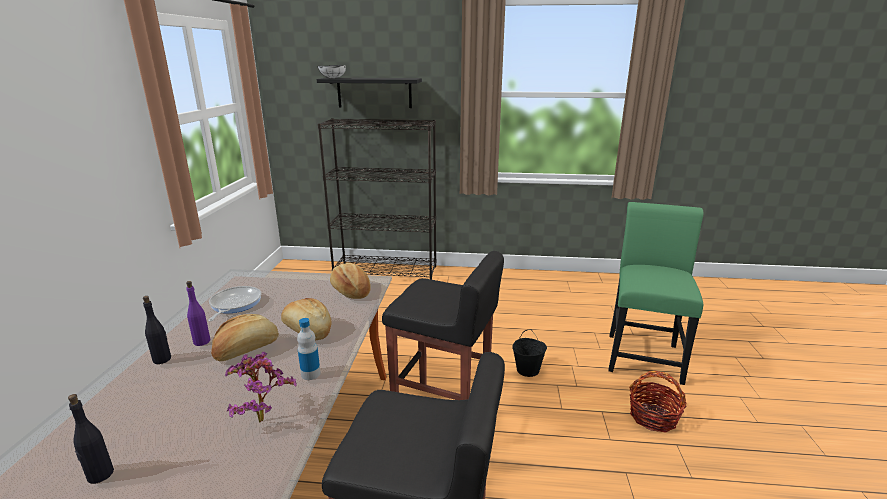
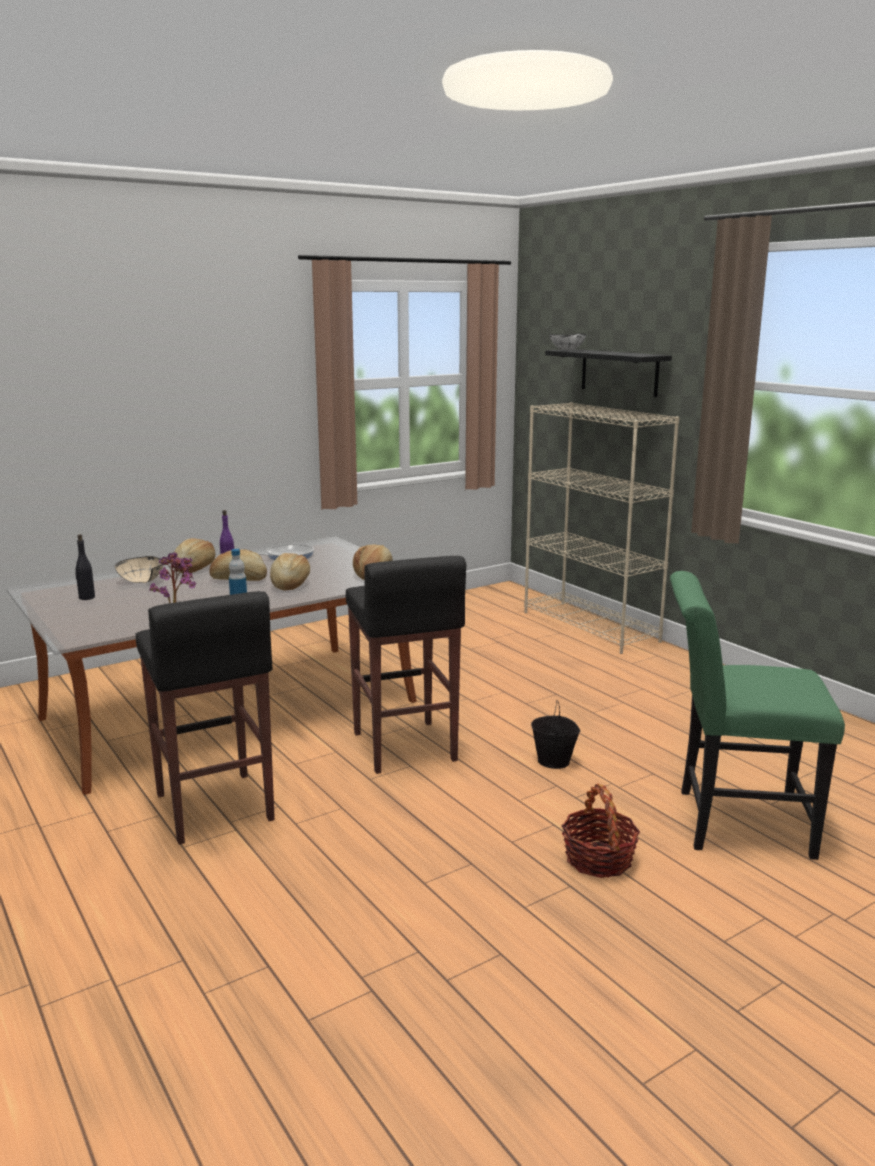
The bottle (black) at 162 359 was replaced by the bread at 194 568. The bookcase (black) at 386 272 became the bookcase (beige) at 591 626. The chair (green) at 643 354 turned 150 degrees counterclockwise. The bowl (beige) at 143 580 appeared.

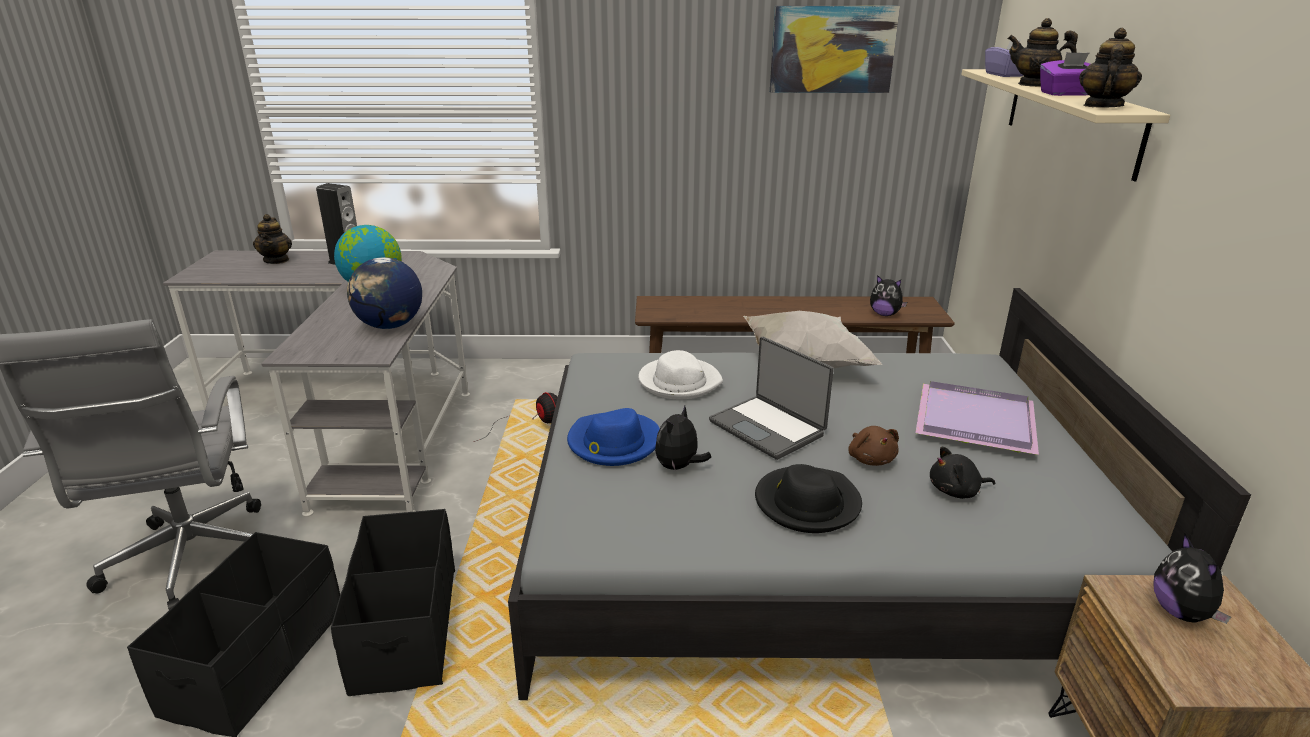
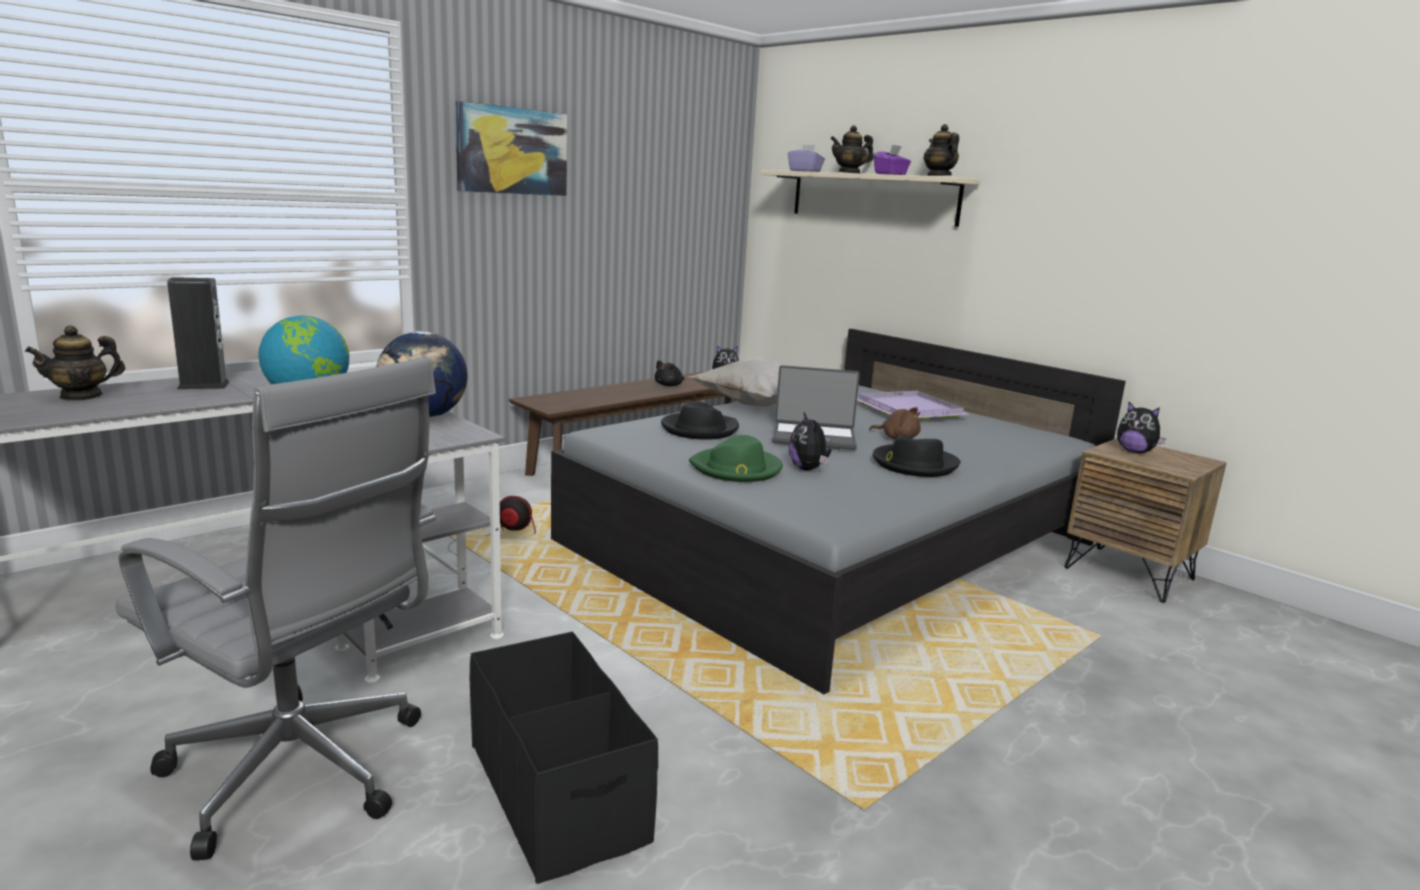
The teapot at 276 260 turned 105 degrees clockwise. The storage box (black) at 405 629 disappeared. The hat (blue) at 613 443 became the hat (green) at 737 469. The hat (white) at 679 382 became the hat (black) at 699 429. The picture moved from 832 49 to 512 151. The plush toy (black) moved from 956 491 to 669 385.

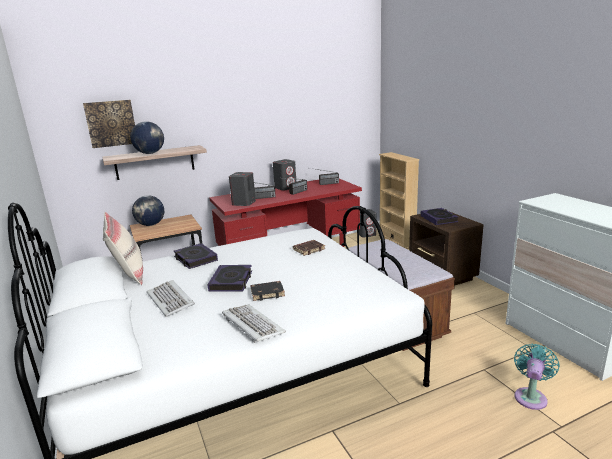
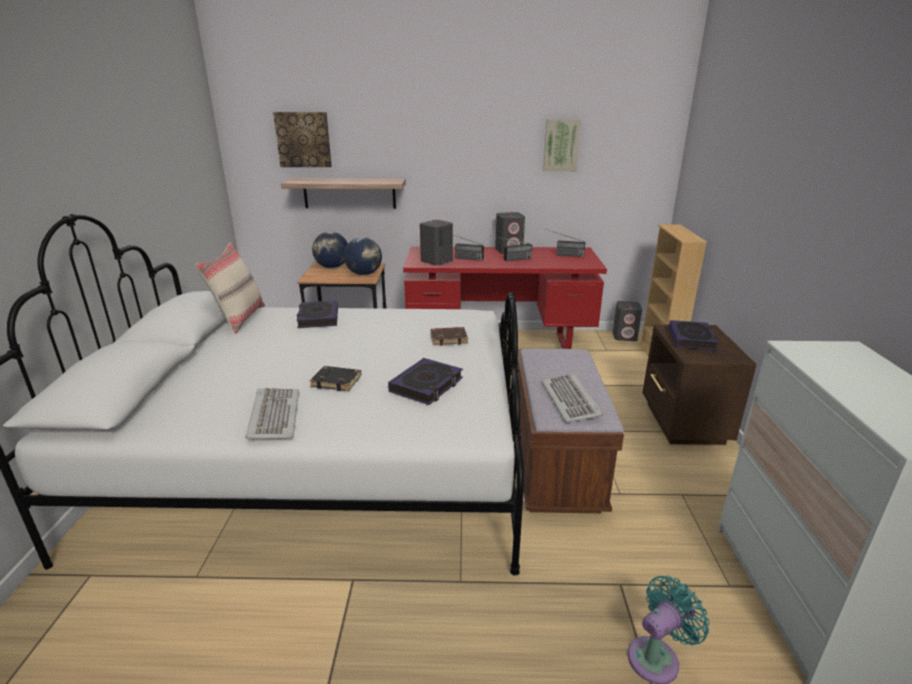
The globe moved from 150 153 to 364 274. The keyboard moved from 171 300 to 571 400. The book moved from 231 281 to 426 385. The picture at 561 145 appeared.

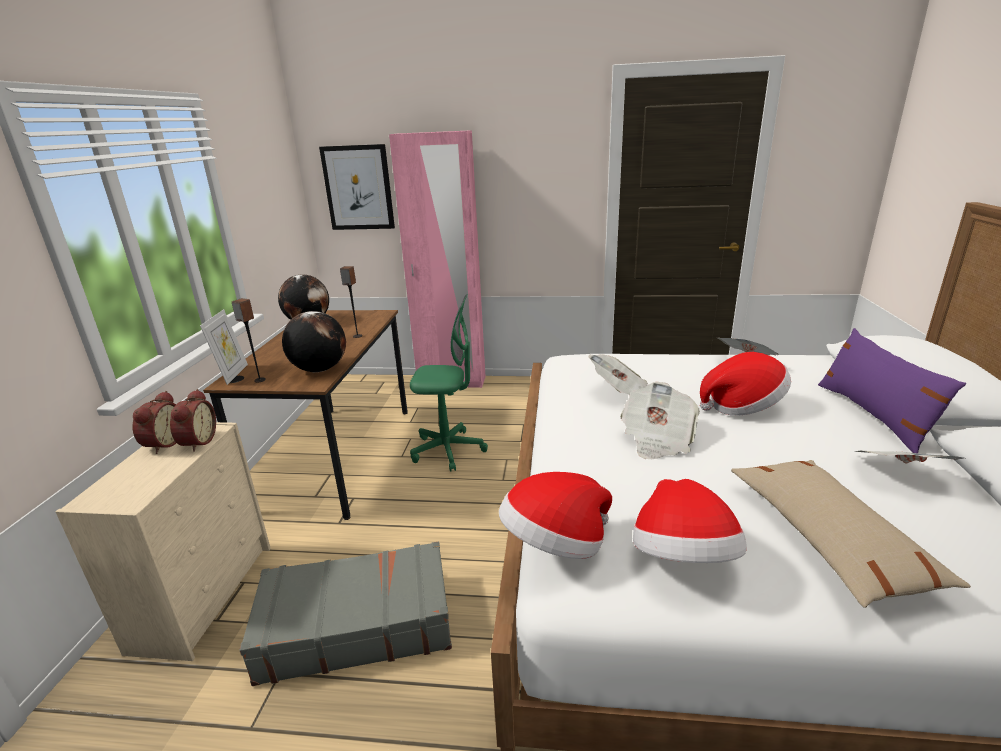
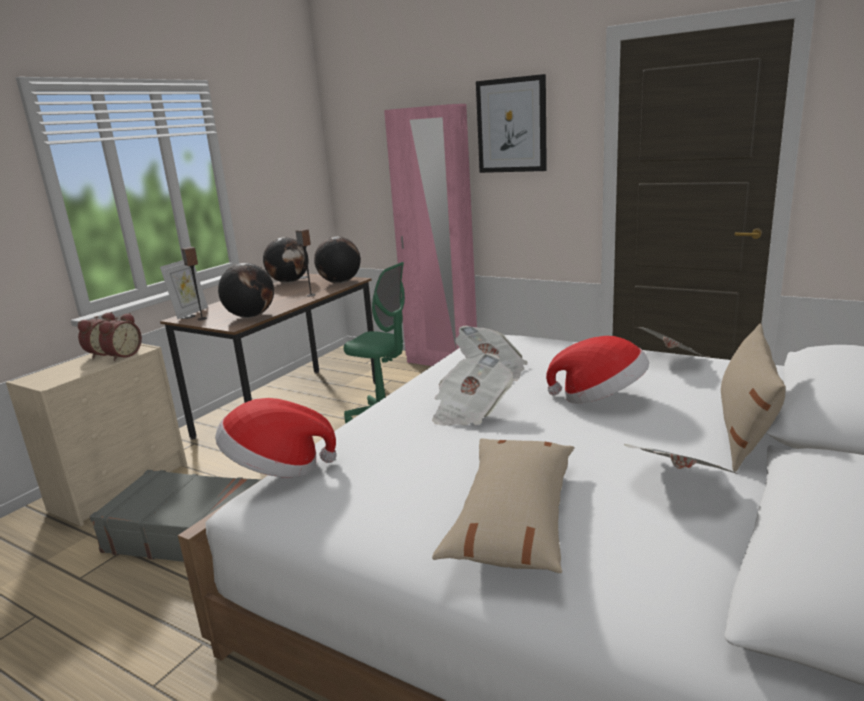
The picture moved from 358 188 to 512 125. The hat at 683 559 disappeared. The pillow (purple) at 873 415 became the pillow (beige) at 744 428. The globe at 339 282 appeared.

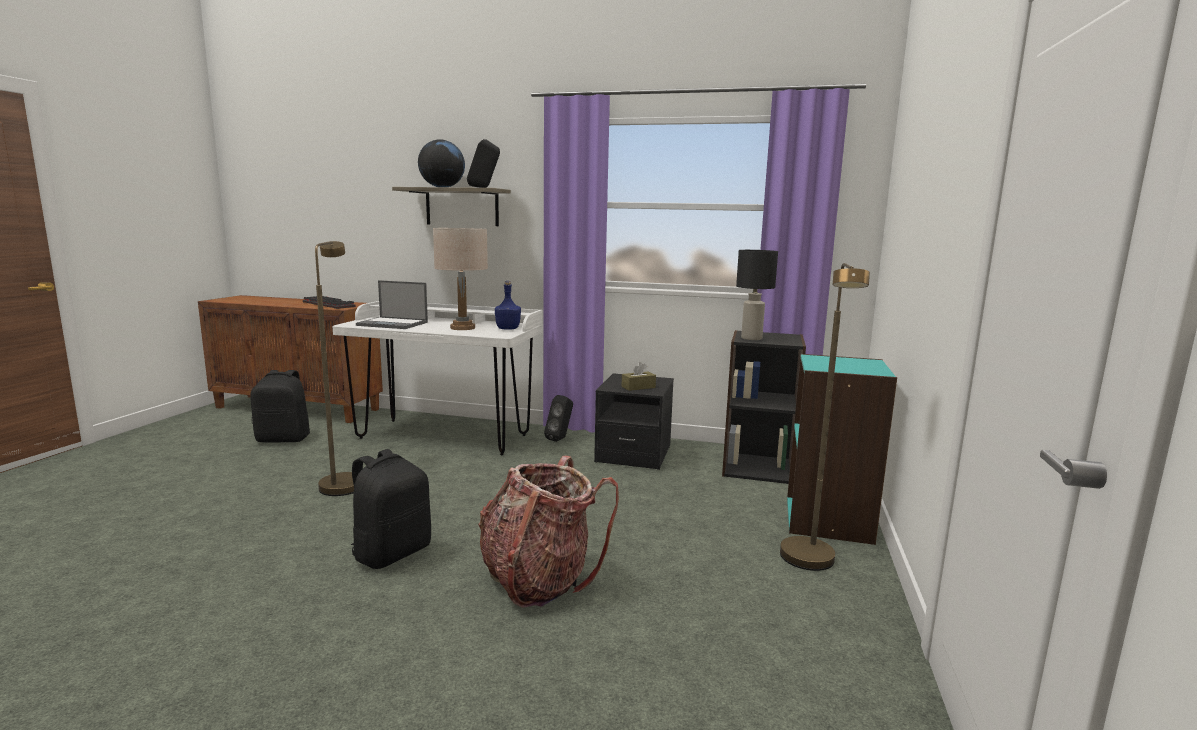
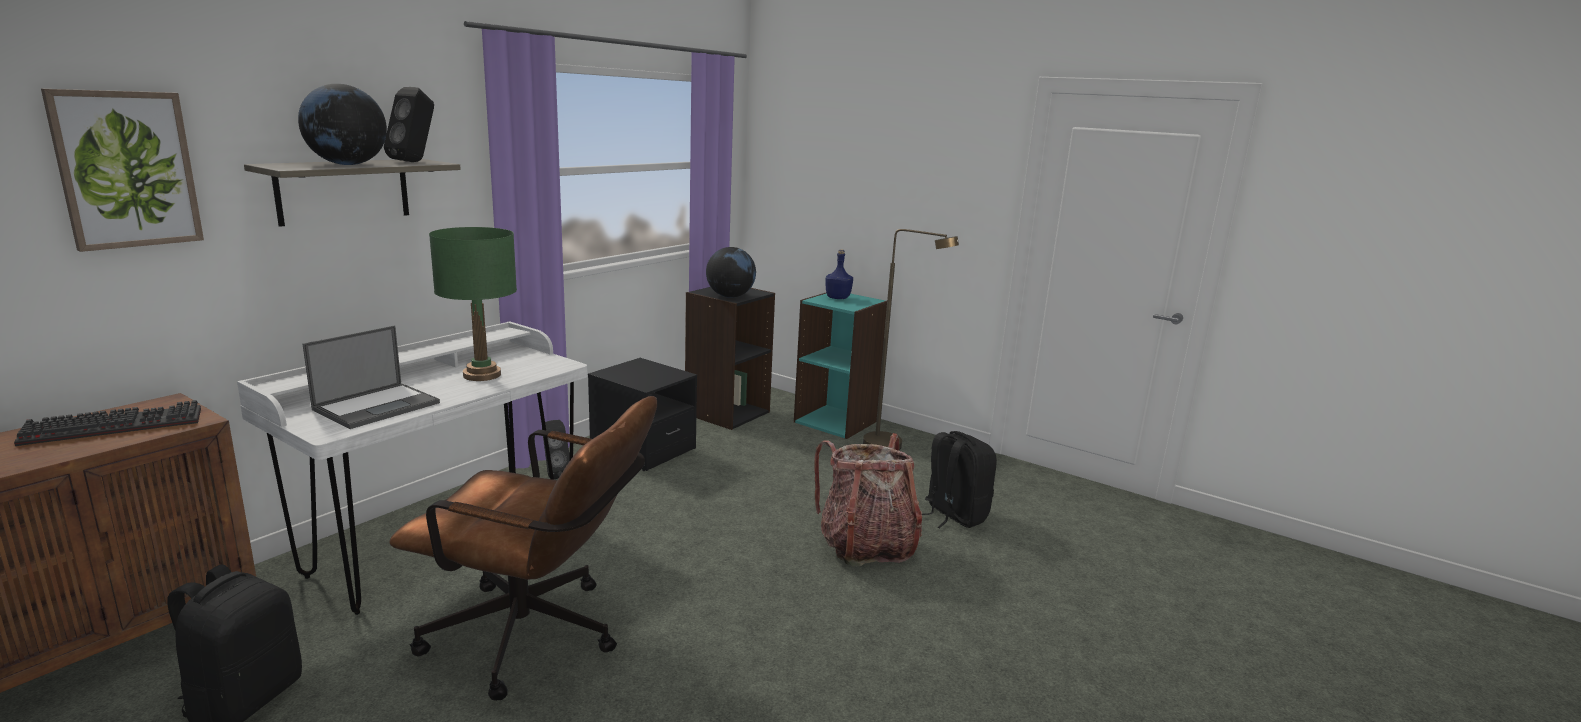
The floor lamp (brown) at 343 482 was replaced by the office chair (brown) at 538 638. The backpack (black) moved from 392 553 to 953 515. The table lamp (beige) at 462 328 became the table lamp (green) at 482 375. The bottle (blue) moved from 508 329 to 838 298. The tissue box (brown) at 638 387 disappeared. The table lamp (black) at 751 338 was replaced by the globe at 730 296. The picture at 126 169 appeared.

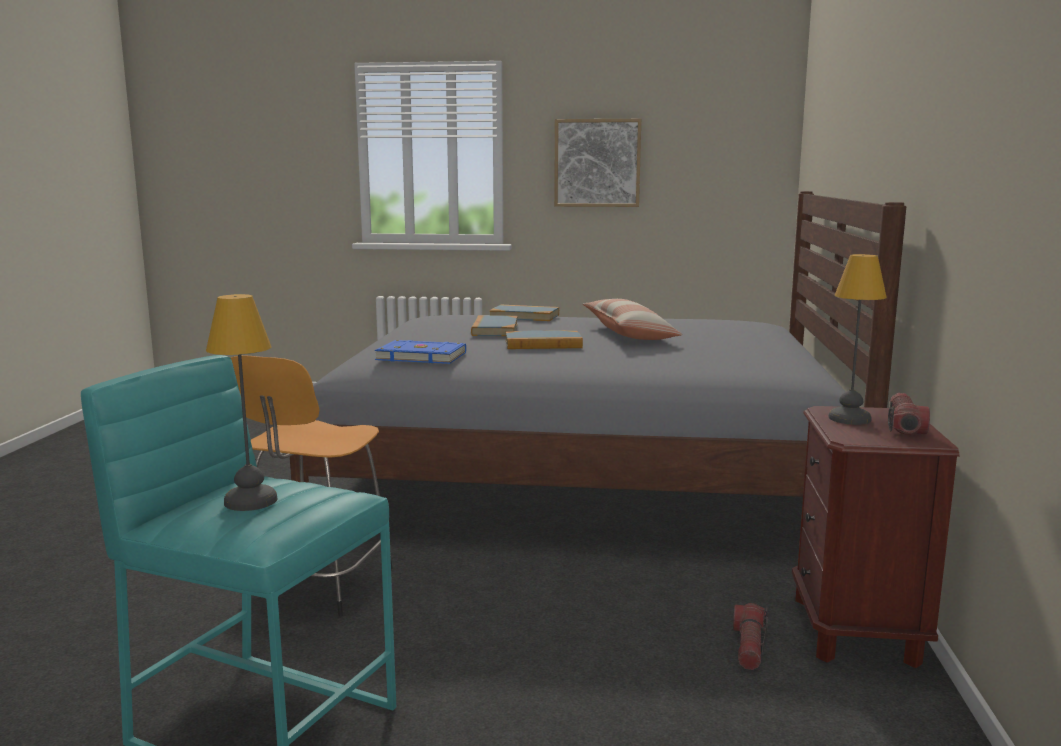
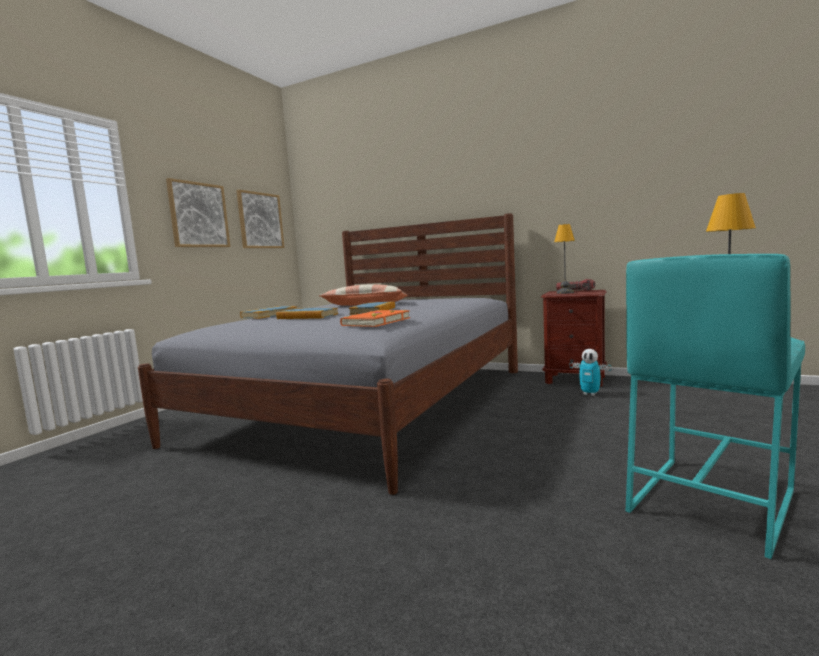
The stool (orange) at 317 586 disappeared. The book (blue) at 421 356 became the book (orange) at 375 322. The flashlight at 749 646 was replaced by the toy robot at 590 394. The picture at 260 220 appeared.

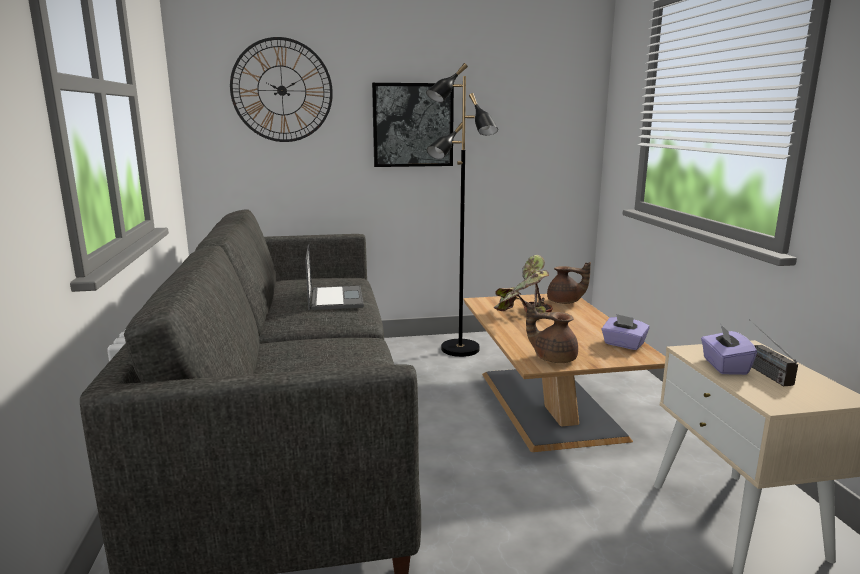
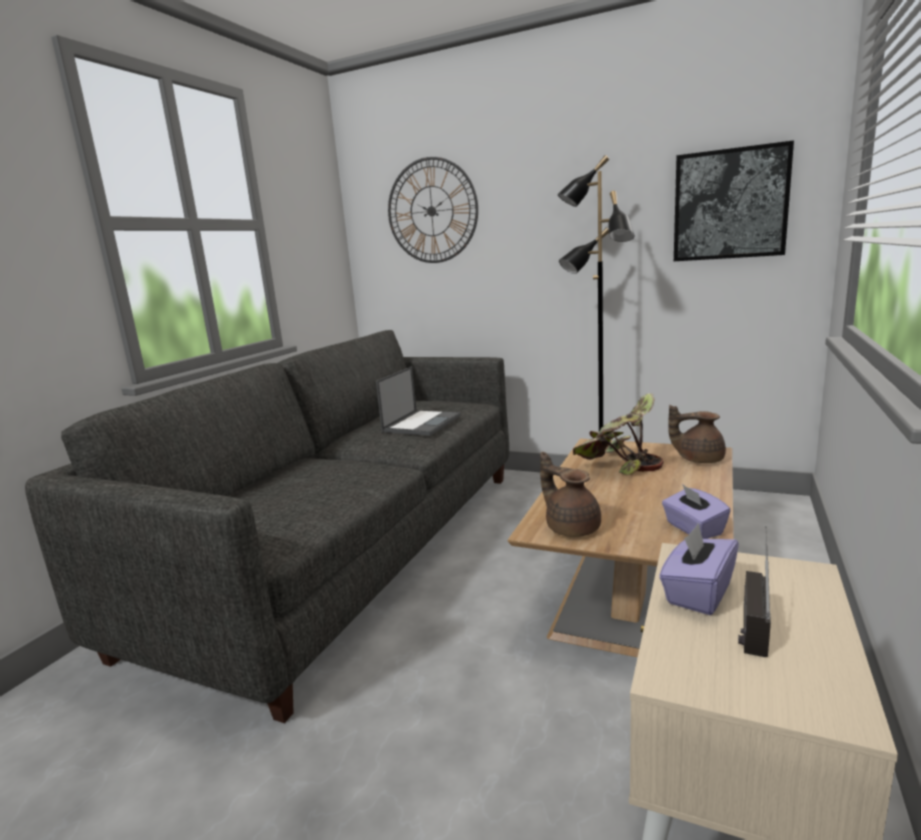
The picture moved from 413 125 to 730 204. The teapot (brown) at 565 302 turned 135 degrees clockwise.

